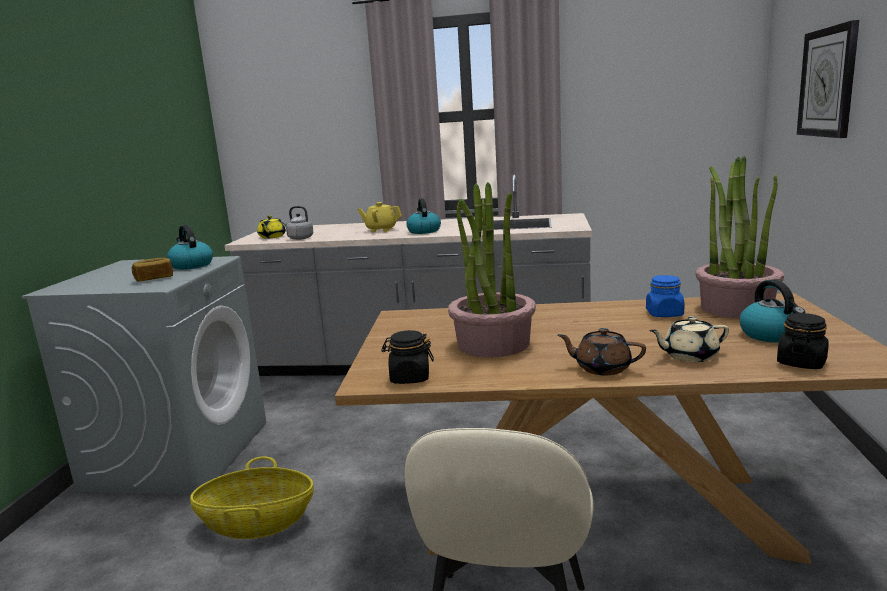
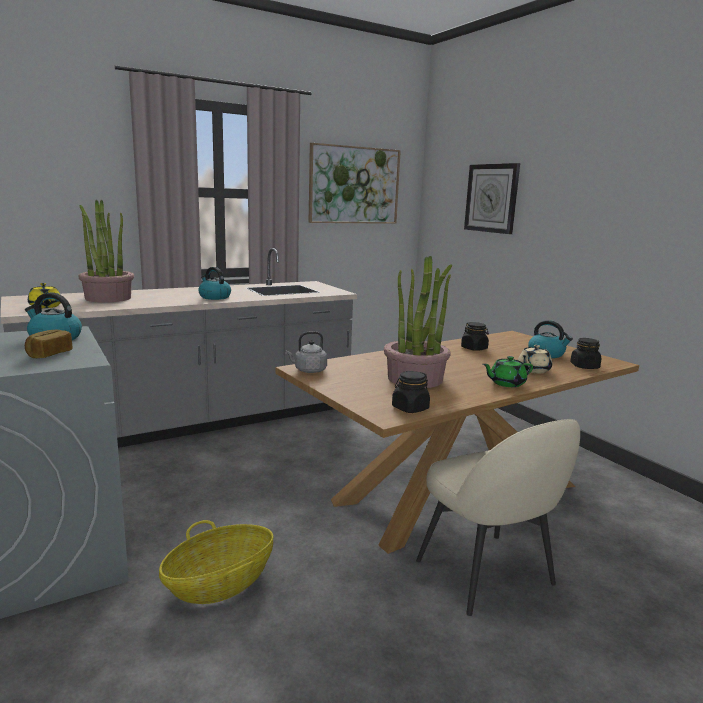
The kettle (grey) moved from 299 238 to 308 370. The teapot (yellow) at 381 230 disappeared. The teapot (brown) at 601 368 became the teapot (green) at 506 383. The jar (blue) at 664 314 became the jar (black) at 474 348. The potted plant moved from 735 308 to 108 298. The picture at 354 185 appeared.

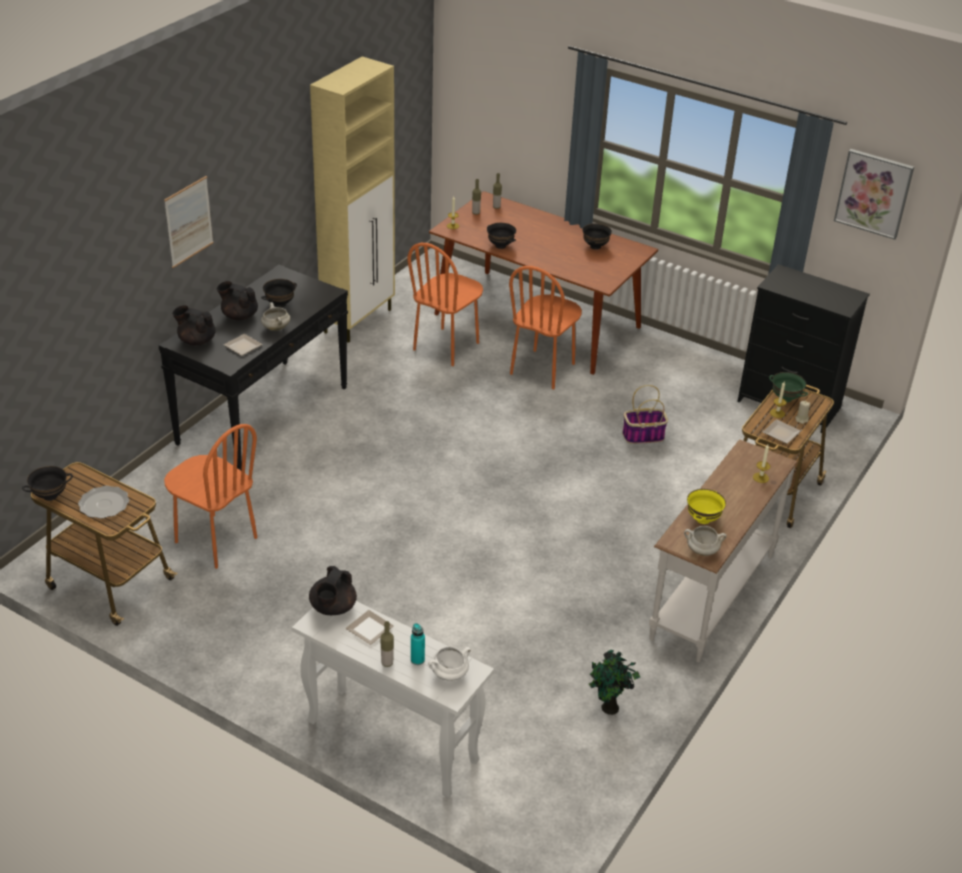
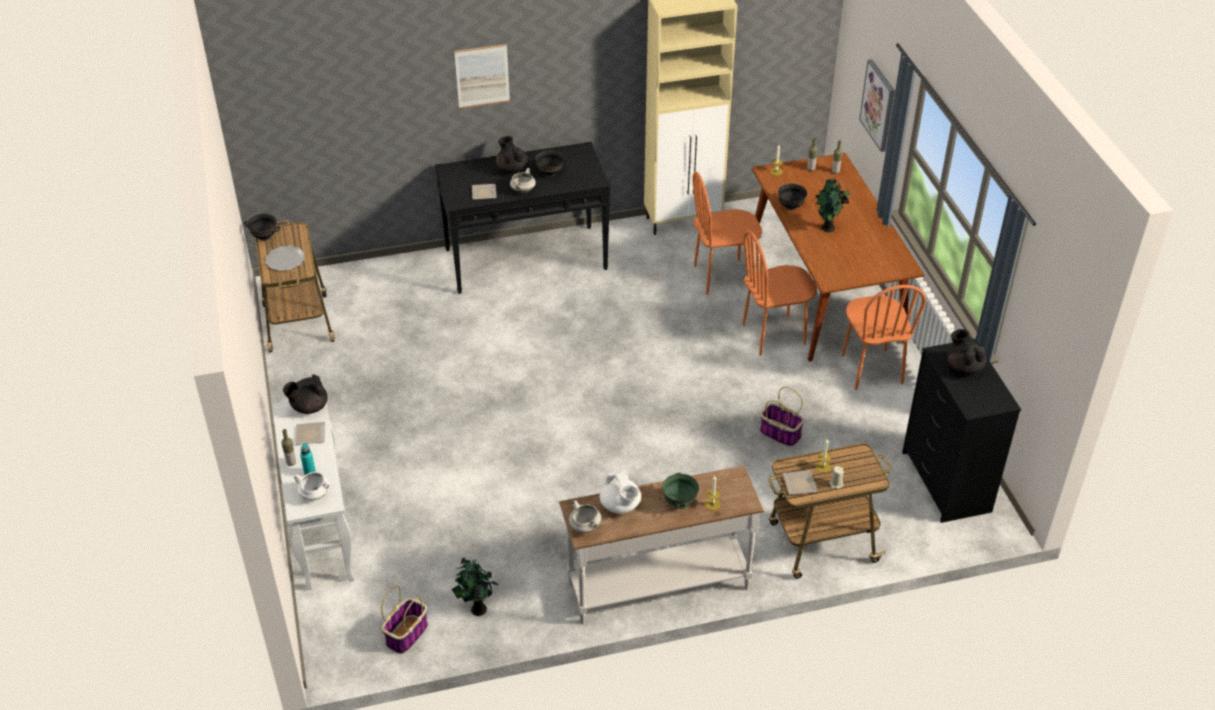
The chair (orange) moved from 215 540 to 871 369. The teapot (black) moved from 196 340 to 963 367. The bowl (black) at 595 247 disappeared. The bowl (yellow) at 703 519 was replaced by the teapot (white) at 620 506. The bowl (green) moved from 785 398 to 680 502. The picture moved from 873 193 to 878 105. The basket at 407 634 appeared. The potted plant at 828 229 appeared.

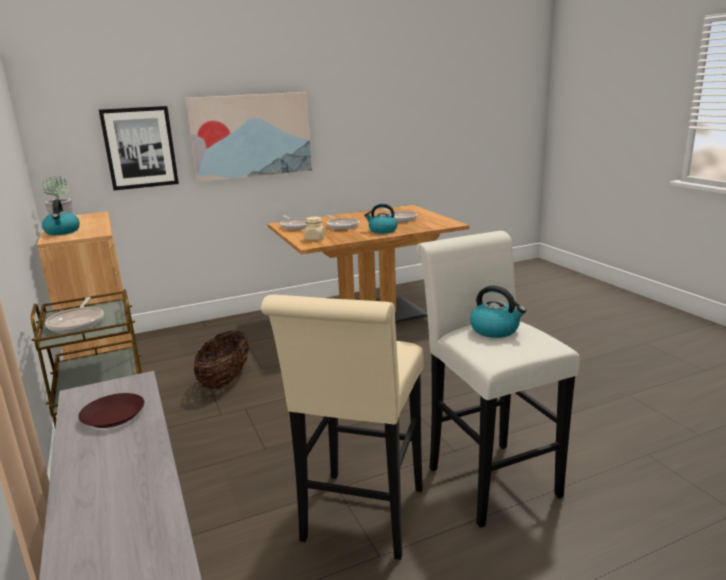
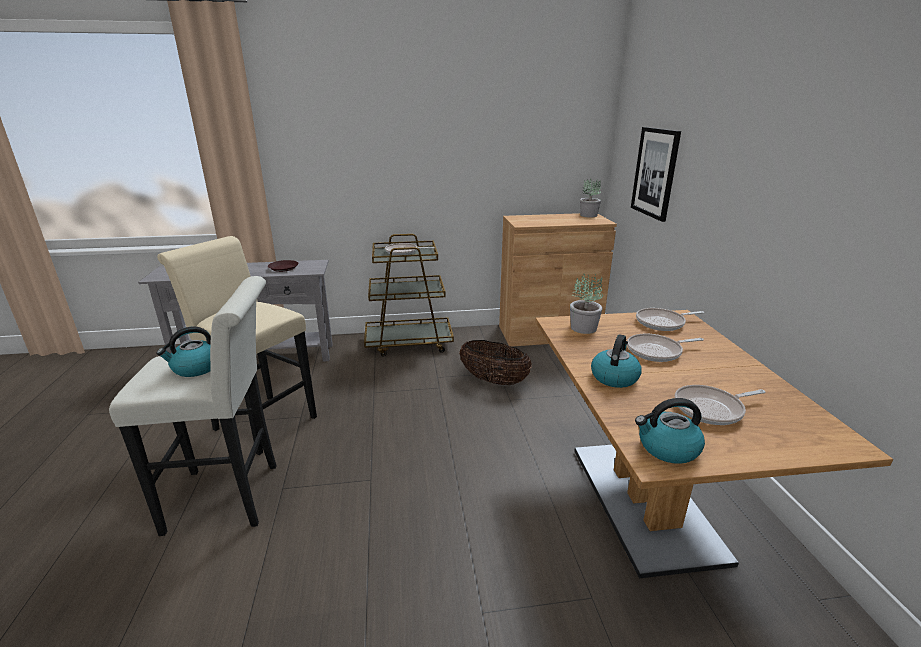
The kettle moved from 62 232 to 667 448. The picture at 251 136 disappeared. The jar (beige) at 315 239 was replaced by the potted plant at 584 328.

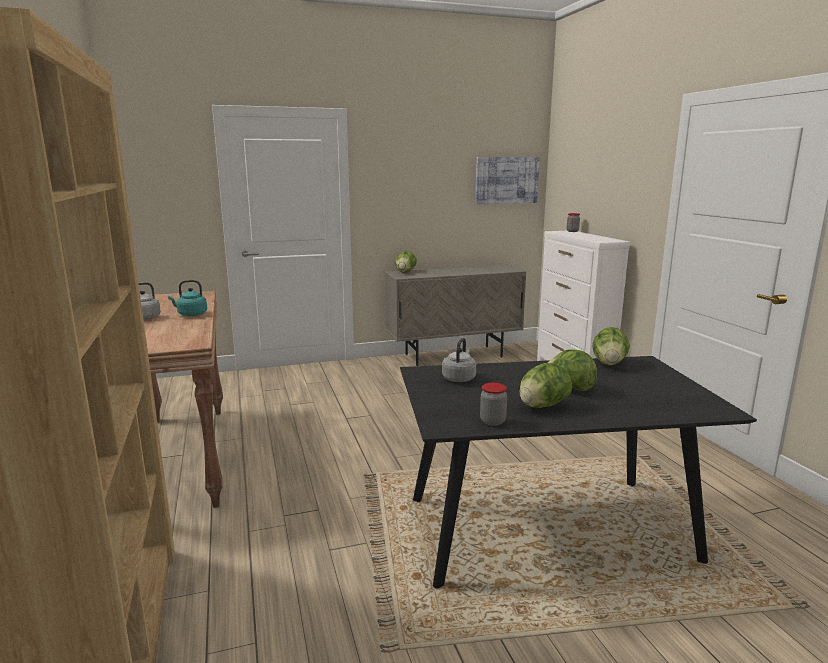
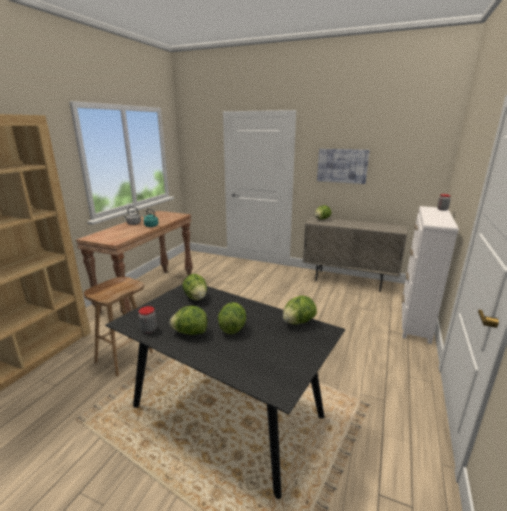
The kettle (grey) at 459 378 was replaced by the lettuce at 196 297. The picture moved from 506 180 to 342 166. The stool (brown) at 124 356 appeared.

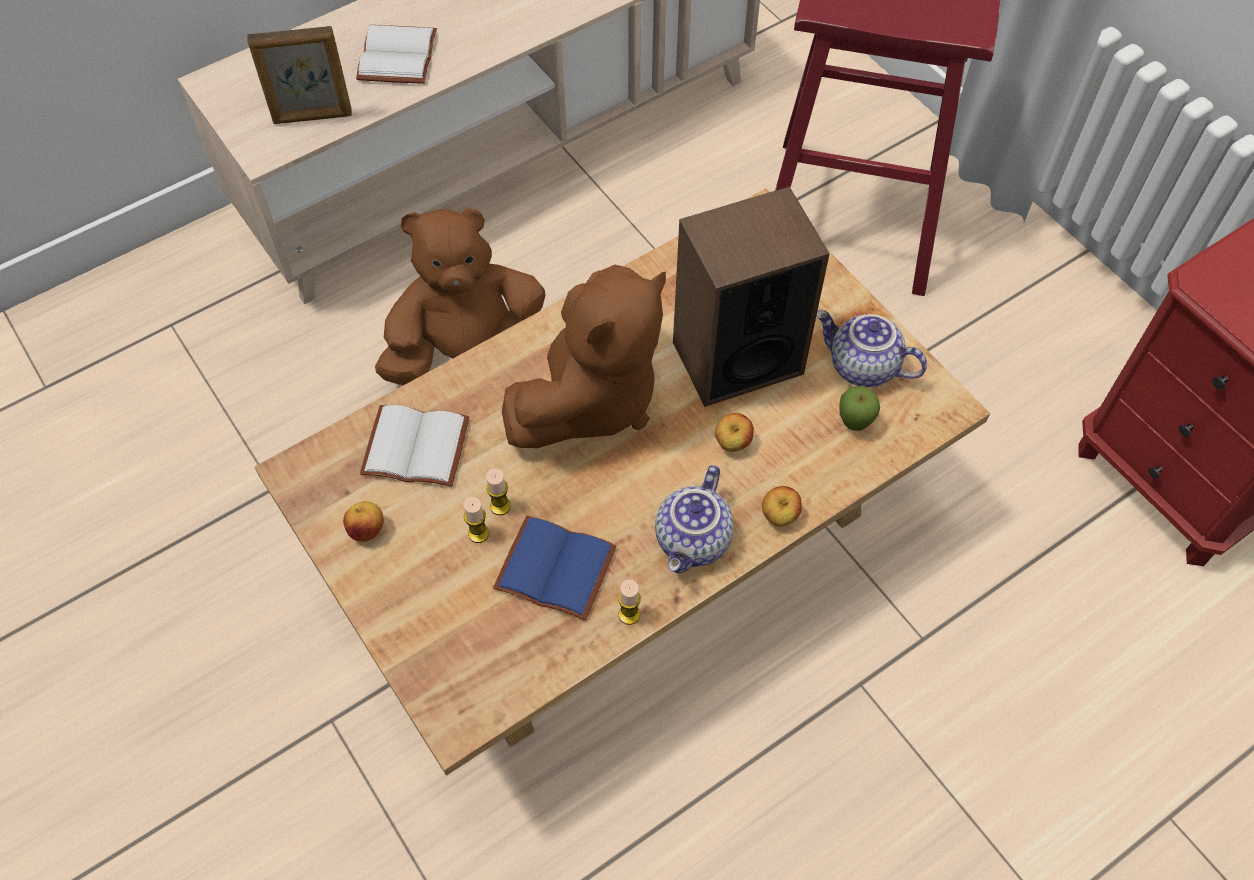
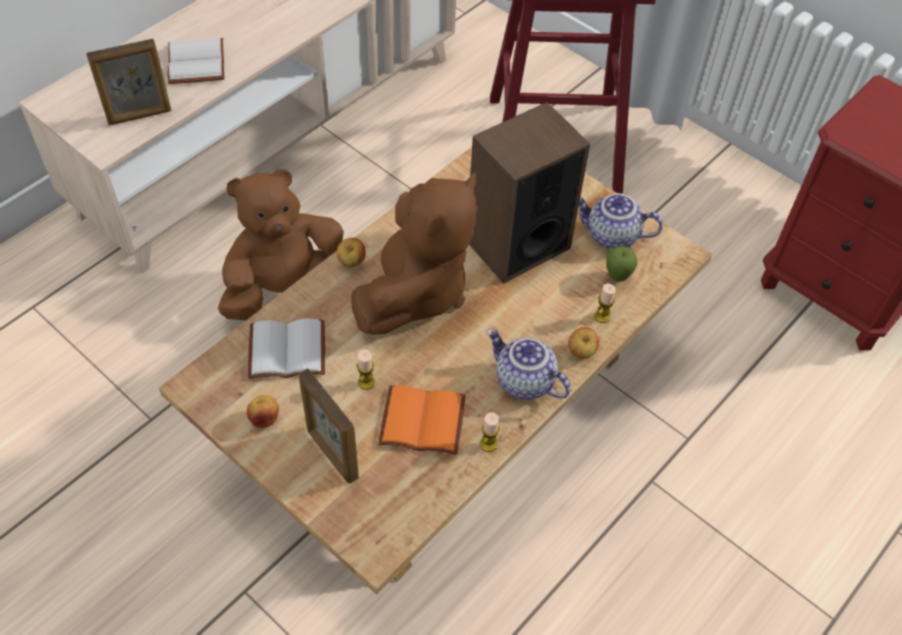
The candle moved from 478 533 to 602 316. The book (blue) at 558 566 became the book (orange) at 424 419. The teapot at 694 541 turned 120 degrees clockwise. The apple moved from 732 443 to 351 262. The picture frame at 332 454 appeared.

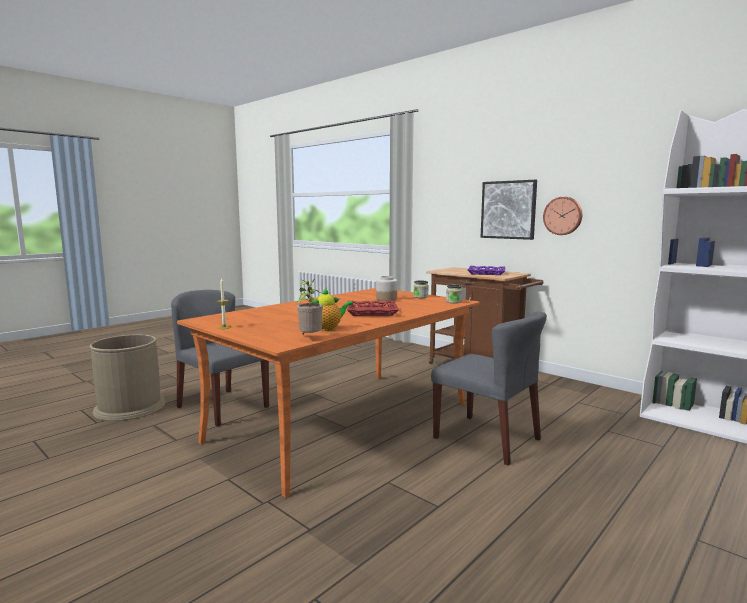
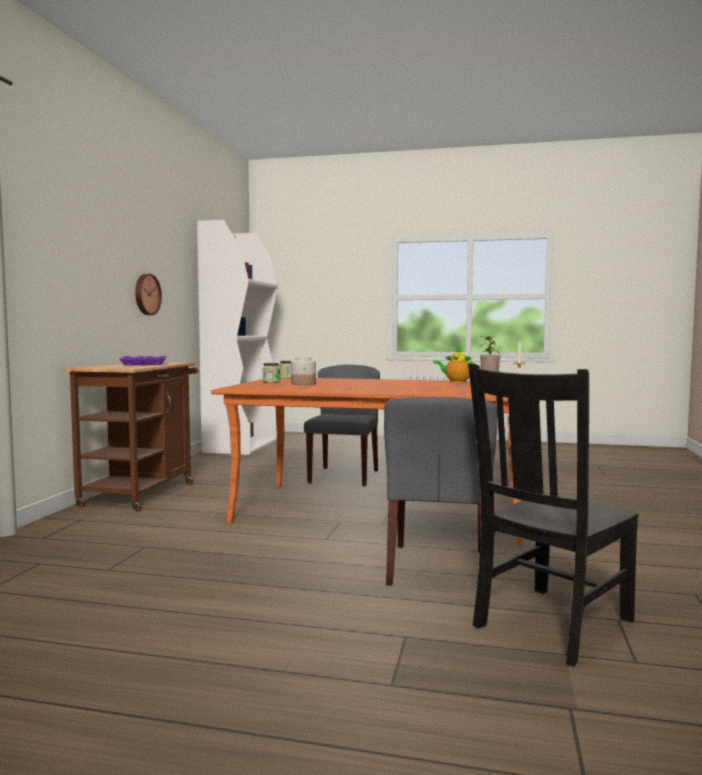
The trash can (brown) at 130 407 was replaced by the chair (black) at 550 624. The tray (red) at 372 312 disappeared. The picture at 508 210 disappeared.

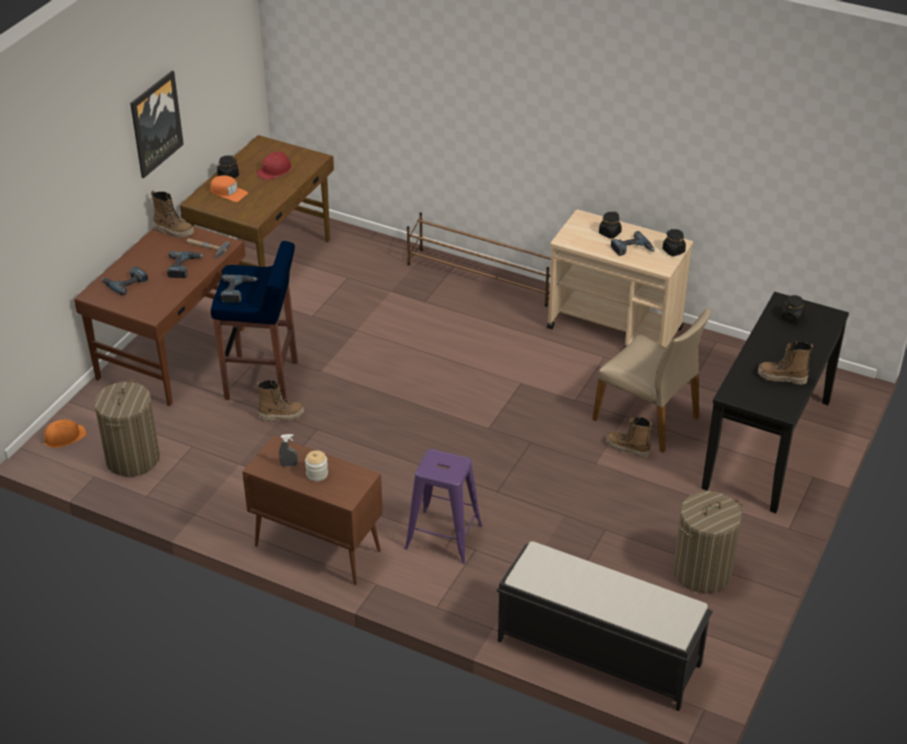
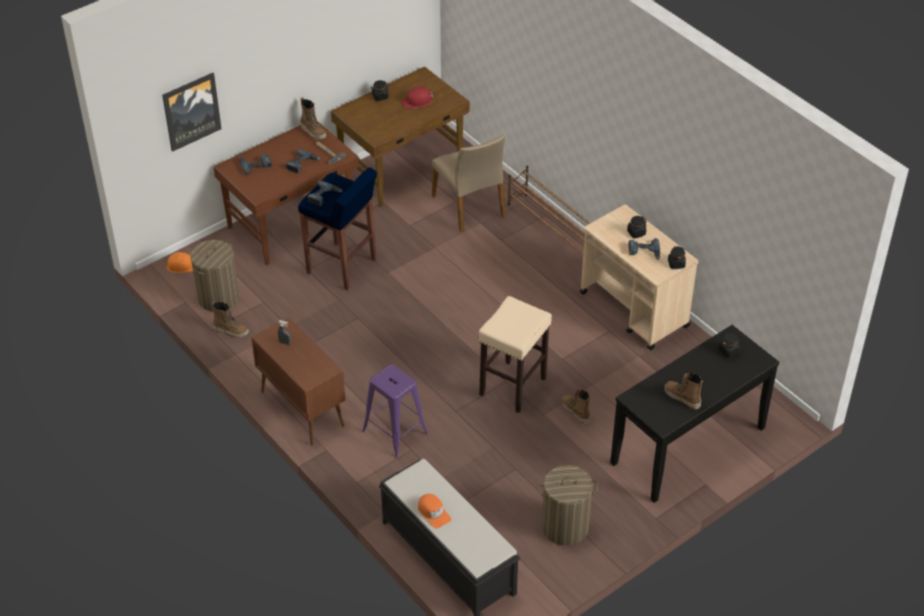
The picture moved from 155 123 to 191 111. The cap (orange) moved from 228 192 to 433 512. The boot moved from 281 415 to 231 331. The jar at 317 474 disappeared. The chair (beige) moved from 648 418 to 469 206. The stool (beige) at 513 386 appeared.

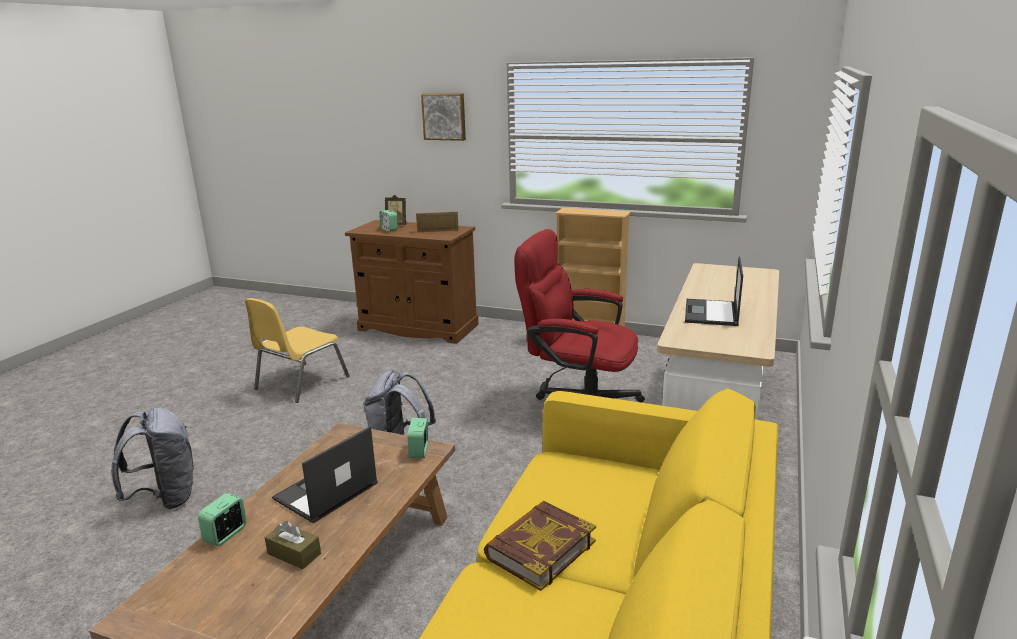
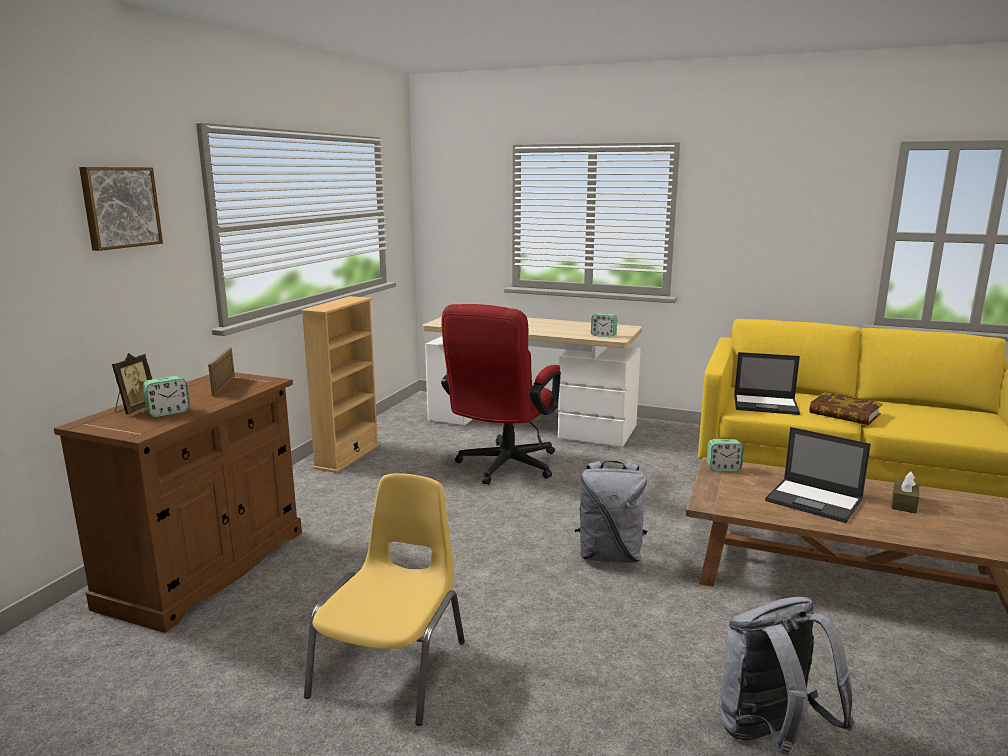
The alarm clock moved from 226 534 to 603 335. The chair (yellow) at 300 383 turned 105 degrees counterclockwise. The laptop moved from 711 313 to 766 405.

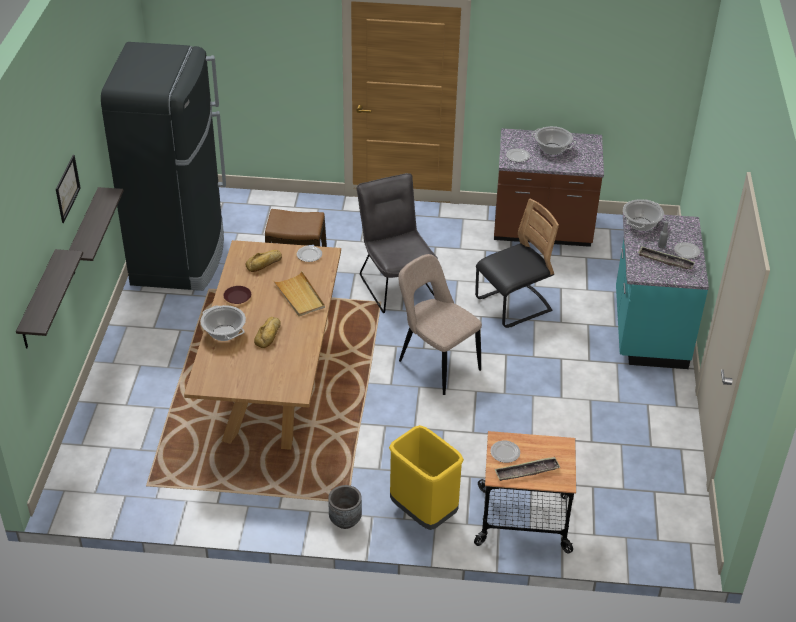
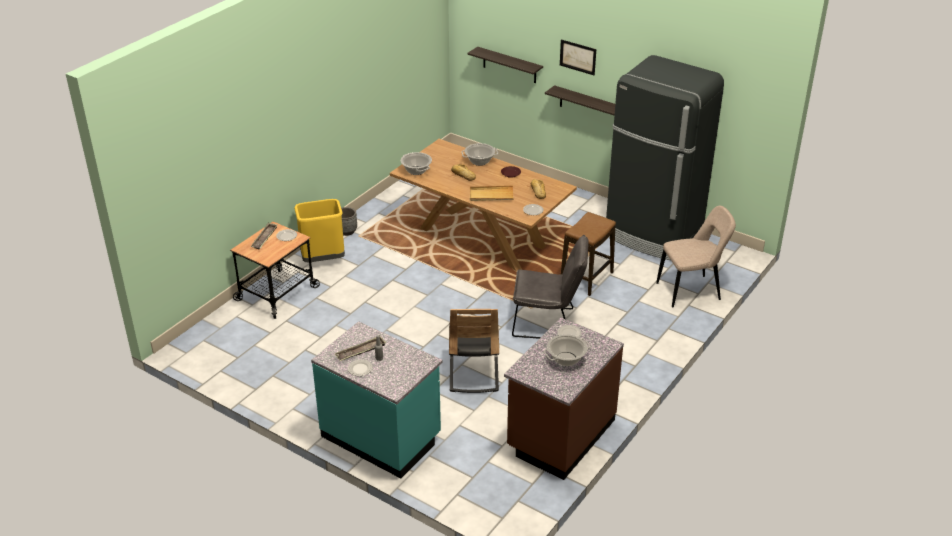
The chair (beige) moved from 436 364 to 691 291. The cooking pot moved from 641 224 to 416 170.

